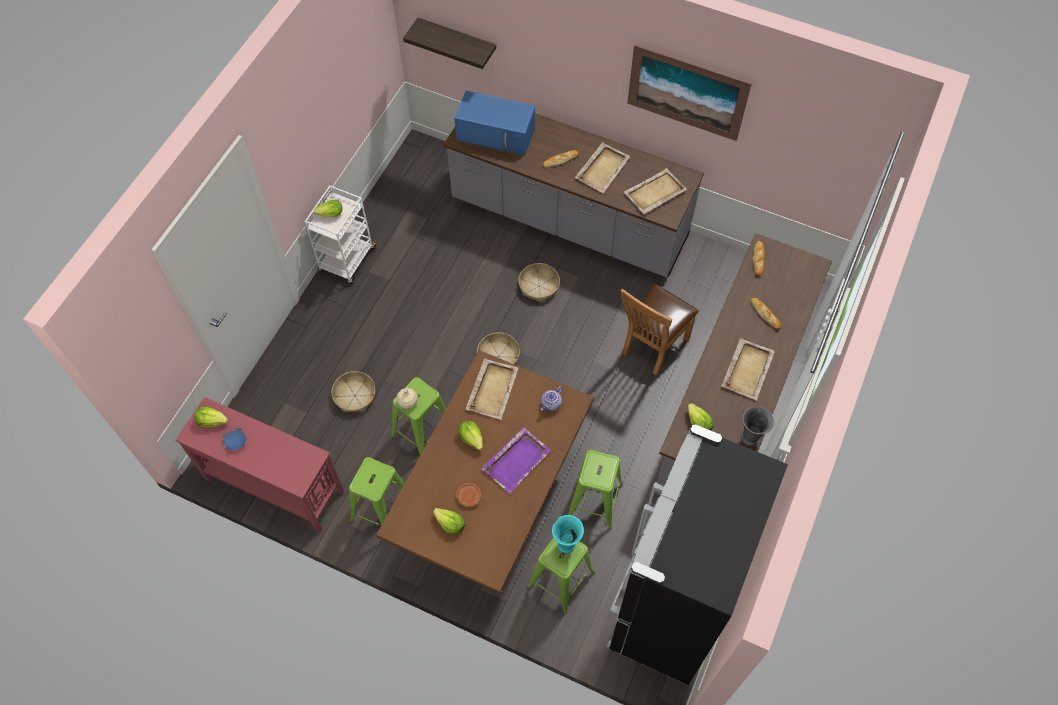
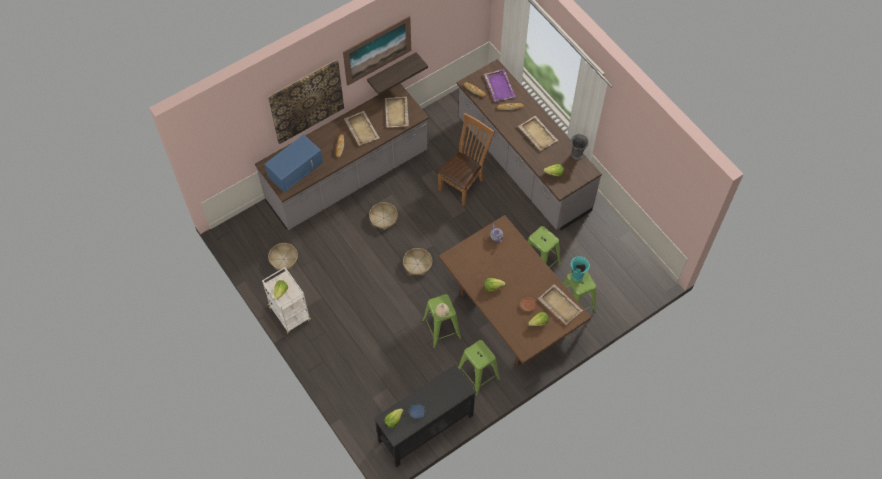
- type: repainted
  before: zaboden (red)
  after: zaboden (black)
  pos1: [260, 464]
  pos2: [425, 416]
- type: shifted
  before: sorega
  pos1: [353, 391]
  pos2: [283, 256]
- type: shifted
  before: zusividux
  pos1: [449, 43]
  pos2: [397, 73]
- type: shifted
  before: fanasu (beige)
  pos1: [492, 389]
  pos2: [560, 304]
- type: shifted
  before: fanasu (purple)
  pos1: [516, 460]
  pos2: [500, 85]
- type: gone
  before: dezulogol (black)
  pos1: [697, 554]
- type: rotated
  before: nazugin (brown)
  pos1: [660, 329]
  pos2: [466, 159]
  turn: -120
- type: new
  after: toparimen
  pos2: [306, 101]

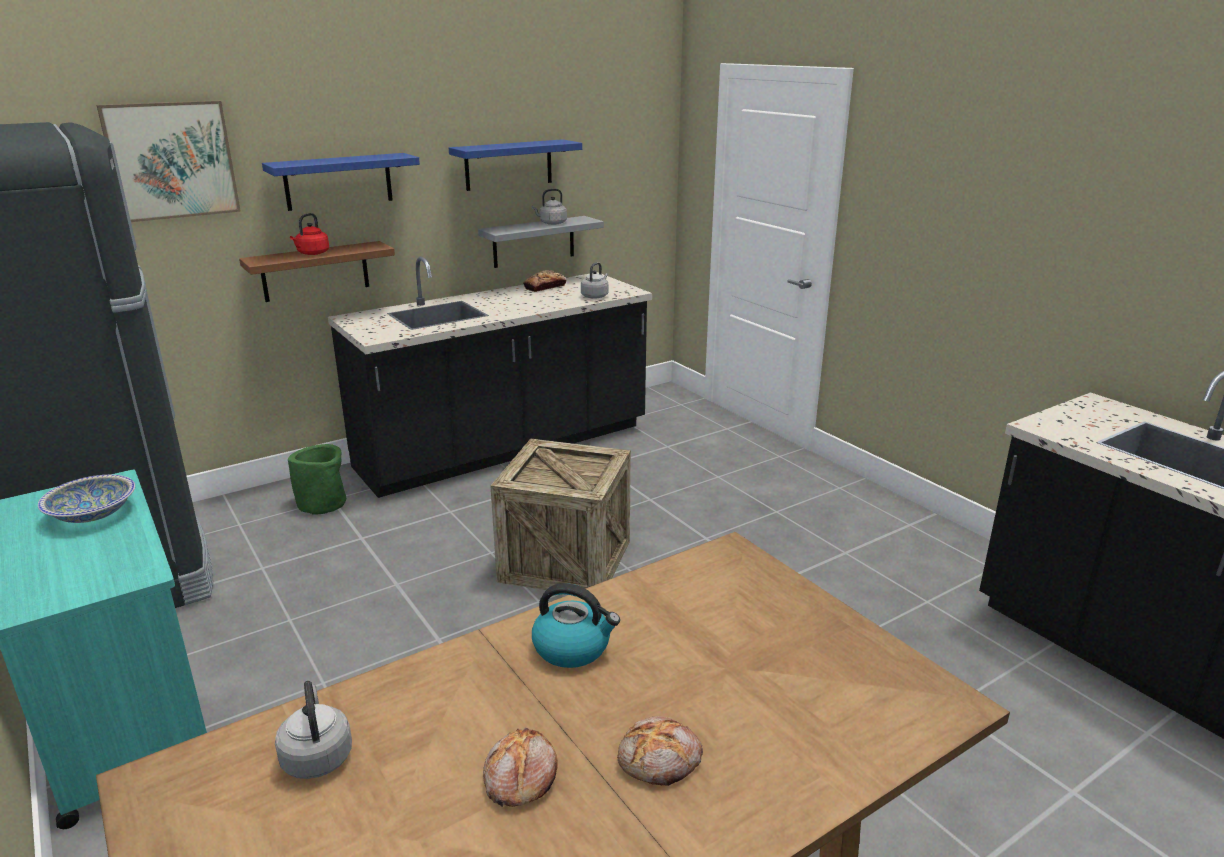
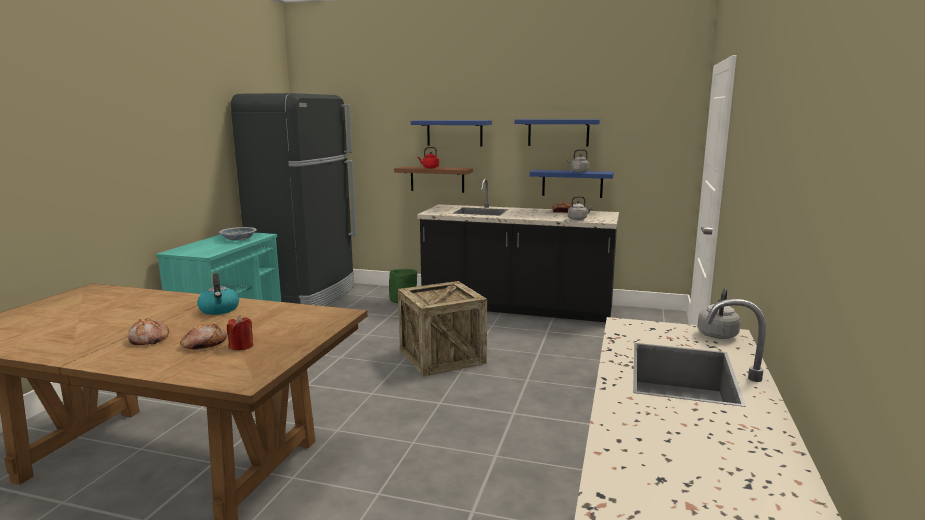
- type: gone
  before: toparimen
  pos1: [169, 161]
- type: shifted
  before: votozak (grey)
  pos1: [313, 730]
  pos2: [719, 313]
- type: repainted
  before: zusividux (grey)
  after: zusividux (blue)
  pos1: [541, 242]
  pos2: [571, 184]
- type: shifted
  before: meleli
  pos1: [520, 767]
  pos2: [203, 337]
- type: new
  after: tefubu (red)
  pos2: [240, 333]

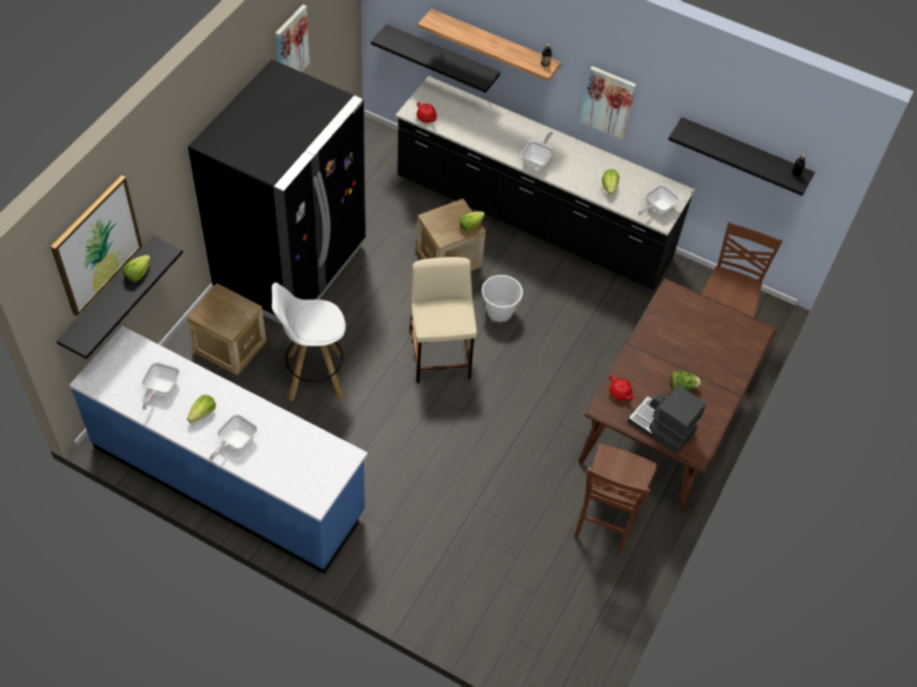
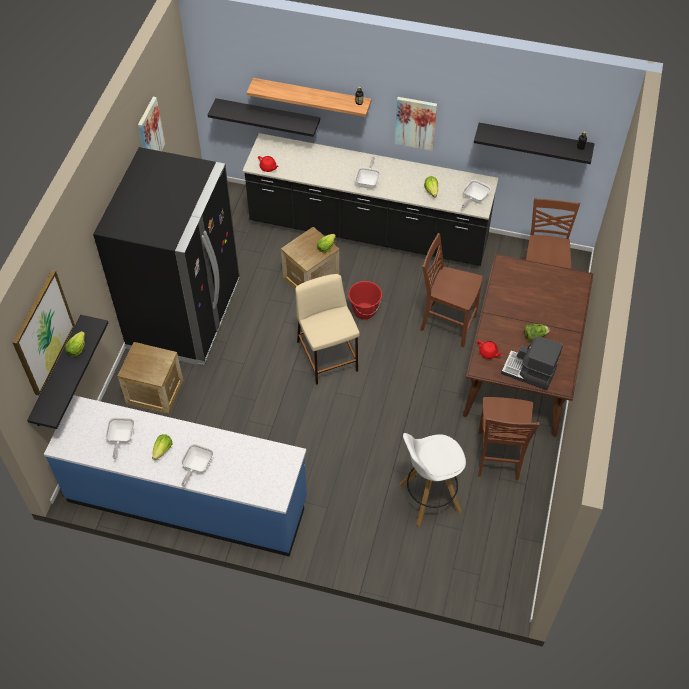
- type: shifted
  before: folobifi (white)
  pos1: [309, 342]
  pos2: [433, 480]
- type: repainted
  before: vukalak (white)
  after: vukalak (red)
  pos1: [502, 298]
  pos2: [365, 300]
- type: new
  after: nazugin (brown)
  pos2: [451, 290]

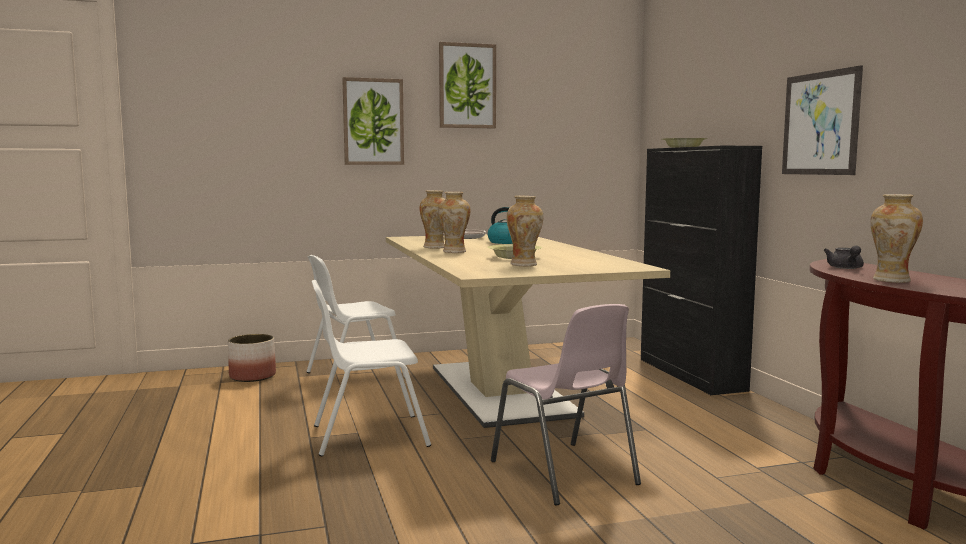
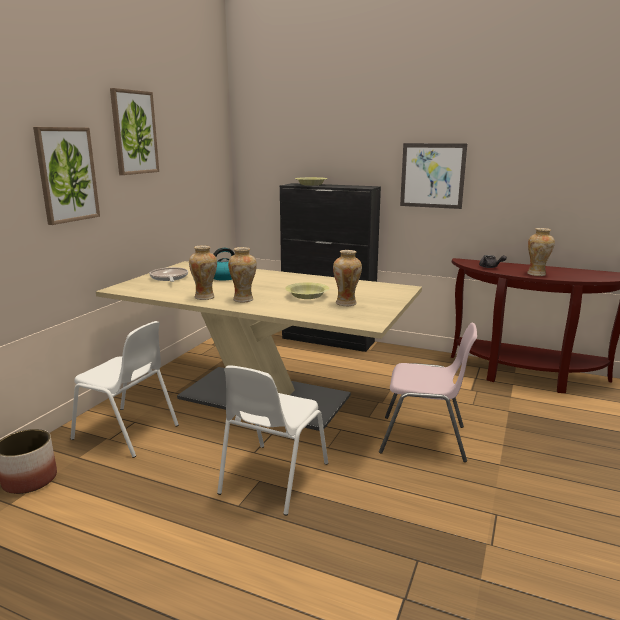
- type: rotated
  before: nazugin (white)
  pos1: [356, 316]
  pos2: [124, 389]
  turn: -75

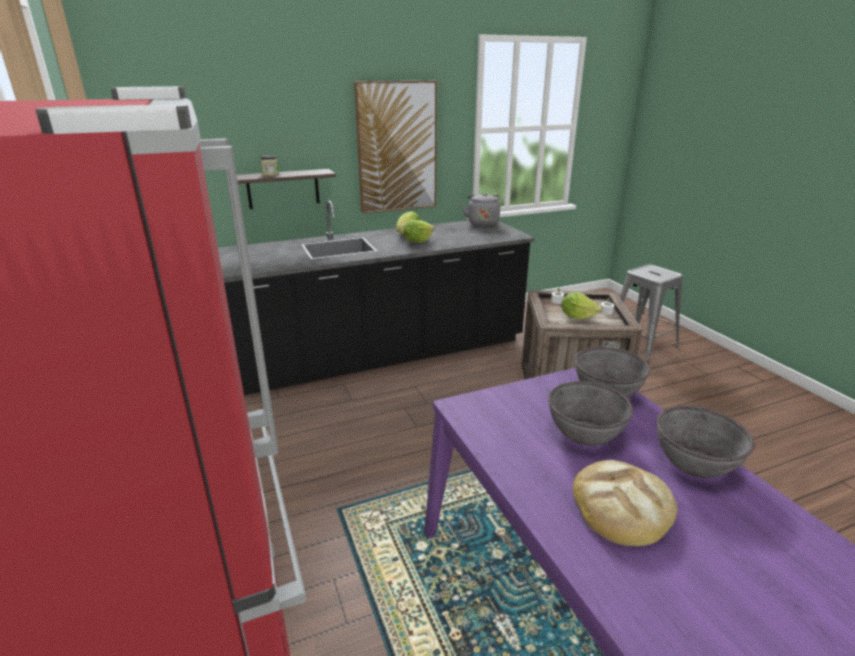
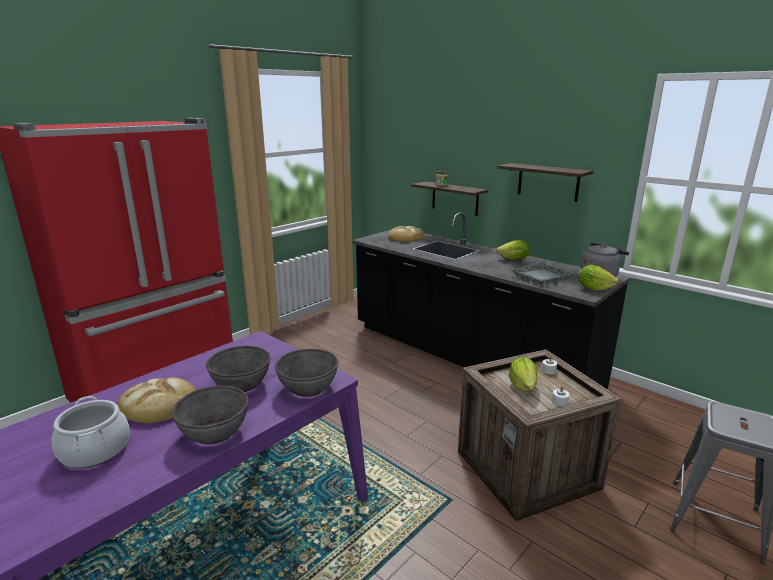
- type: swapped
  before: toparimen
  after: zusividux
  pos1: [395, 147]
  pos2: [545, 182]
- type: shifted
  before: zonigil
  pos1: [419, 231]
  pos2: [598, 278]
- type: new
  after: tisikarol
  pos2: [91, 432]
- type: new
  after: meleli
  pos2: [406, 234]
- type: new
  after: fanasu (grey)
  pos2: [542, 273]

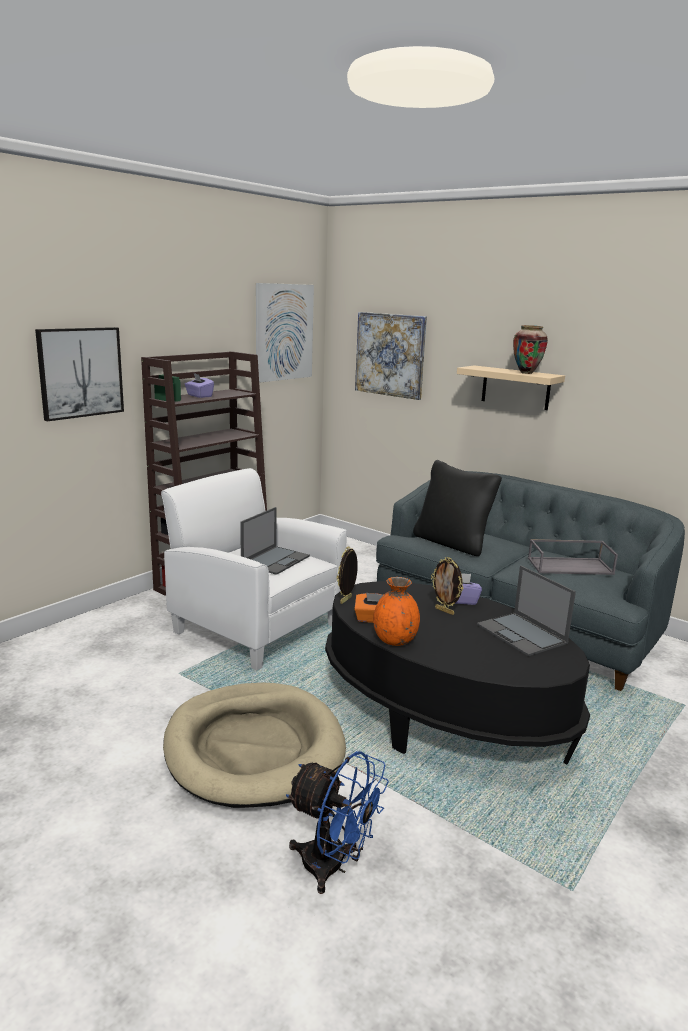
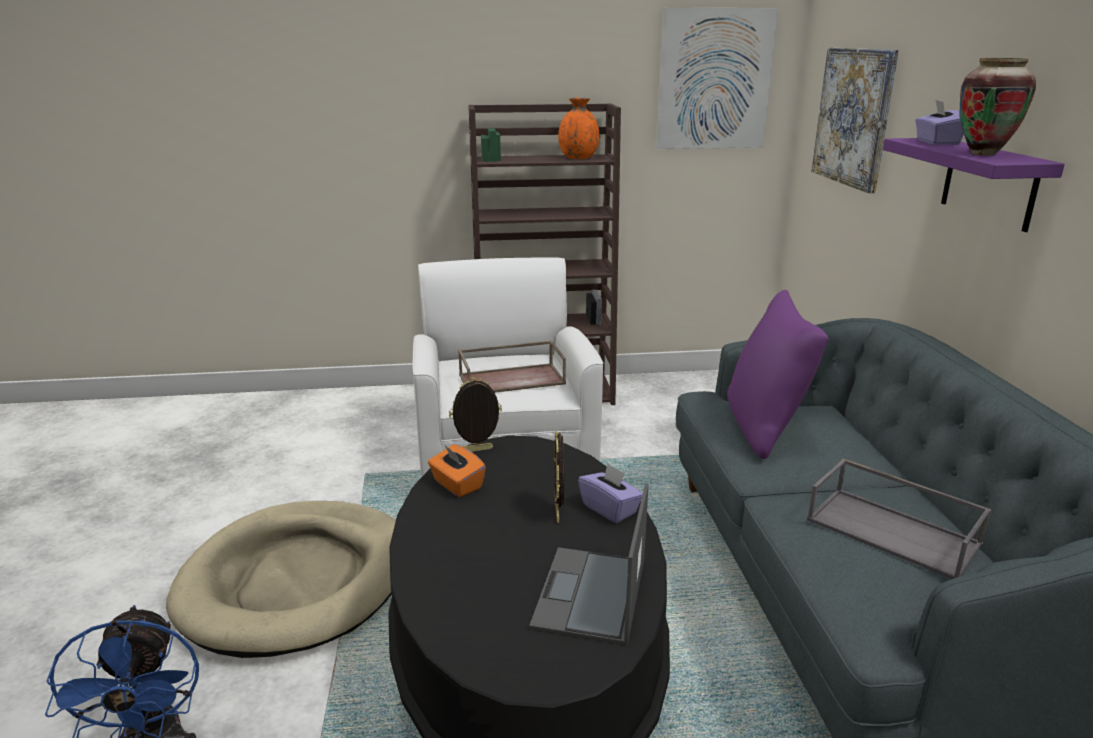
- type: gone
  before: toparimen
  pos1: [79, 374]
- type: shifted
  before: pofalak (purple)
  pos1: [199, 385]
  pos2: [939, 122]
- type: swapped
  before: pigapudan
  after: fanasu (brown)
  pos1: [275, 541]
  pos2: [512, 367]
- type: shifted
  before: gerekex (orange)
  pos1: [396, 611]
  pos2: [579, 128]
- type: repainted
  before: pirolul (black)
  after: pirolul (purple)
  pos1: [457, 508]
  pos2: [777, 374]
- type: repainted
  before: zusividux (beige)
  after: zusividux (purple)
  pos1: [511, 387]
  pos2: [974, 185]

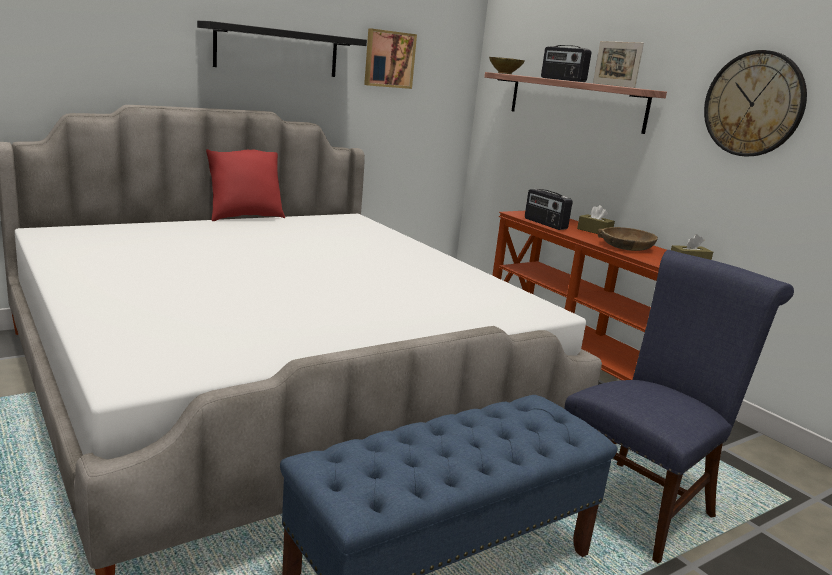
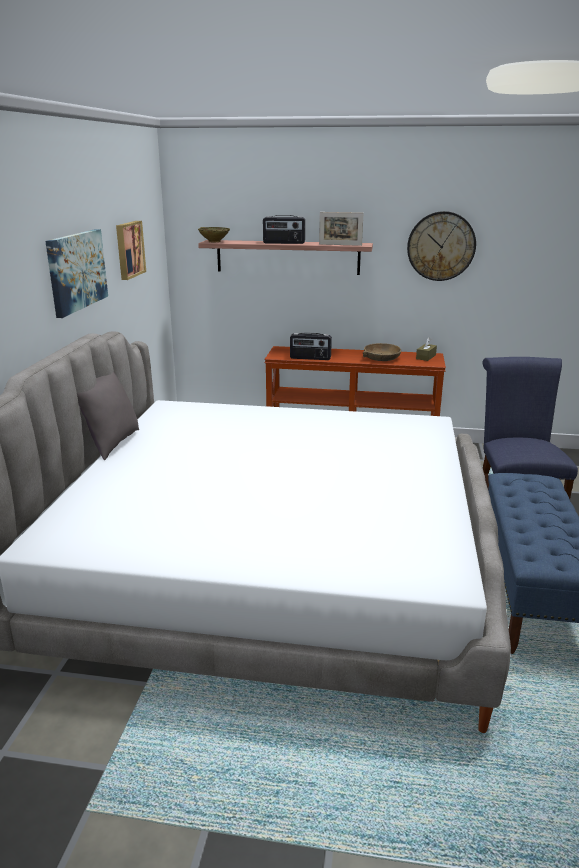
- type: swapped
  before: zusividux (black)
  after: toparimen
  pos1: [282, 49]
  pos2: [76, 273]
- type: repainted
  before: pirolul (red)
  after: pirolul (grey)
  pos1: [245, 185]
  pos2: [108, 416]
- type: gone
  before: pofalak (brown)
  pos1: [596, 219]

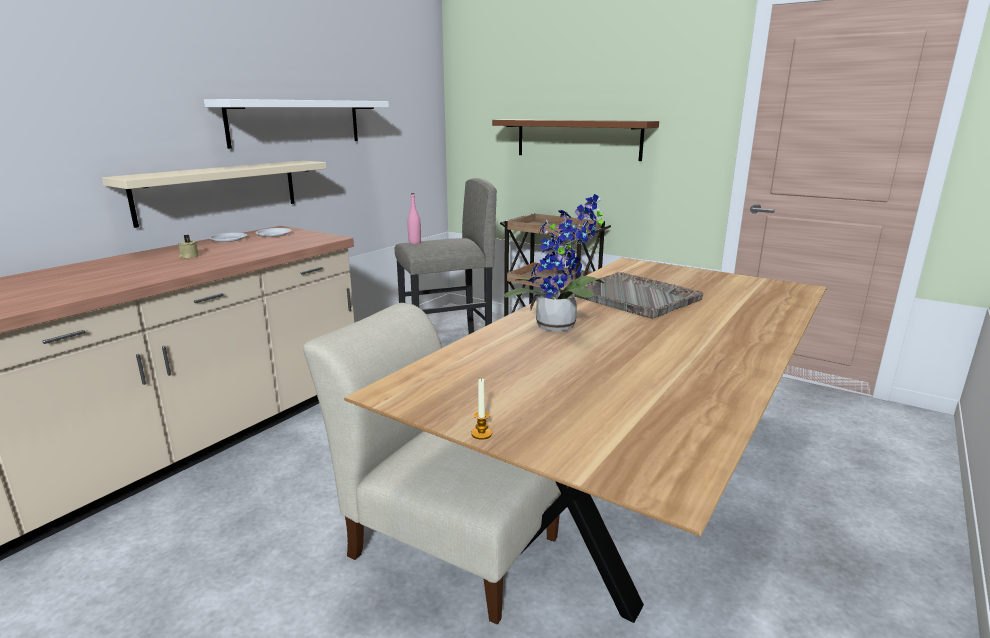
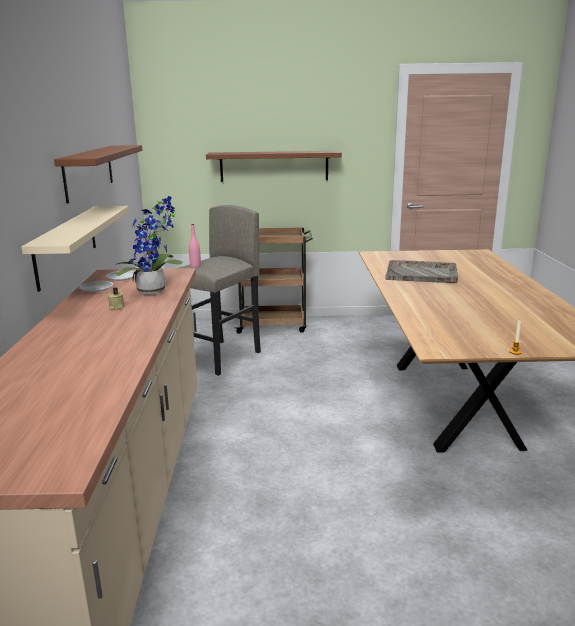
- type: repainted
  before: zusividux (white)
  after: zusividux (brown)
  pos1: [296, 124]
  pos2: [98, 174]
- type: gone
  before: nazugin (beige)
  pos1: [432, 463]
- type: shifted
  before: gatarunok
  pos1: [554, 263]
  pos2: [149, 245]

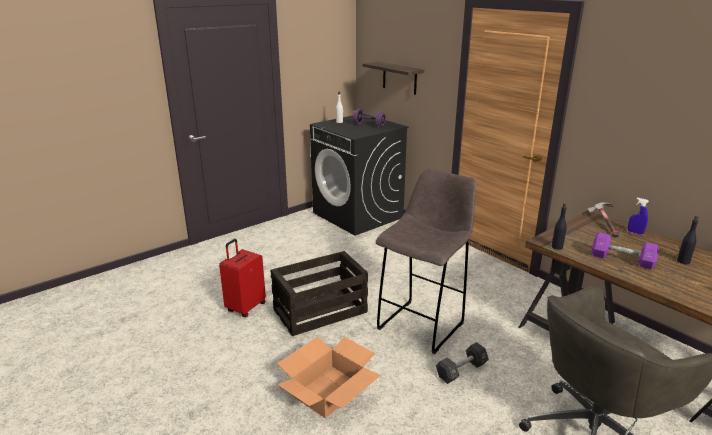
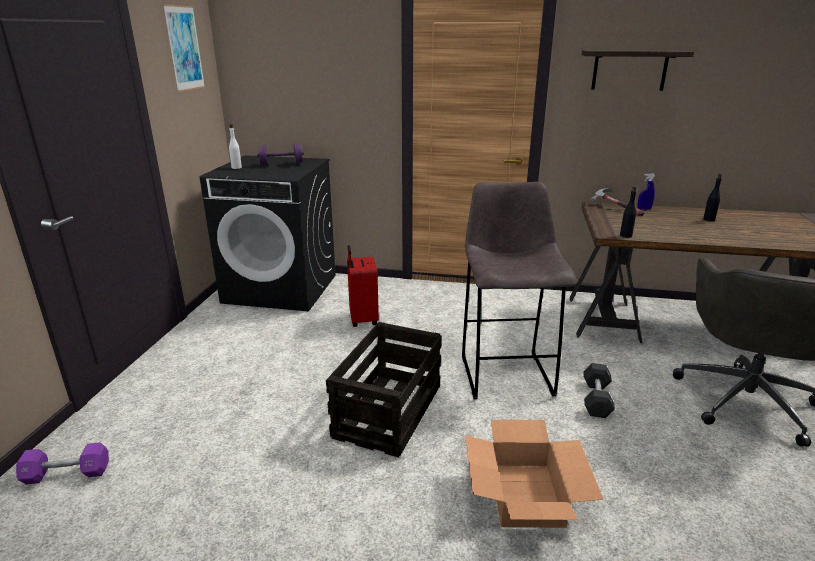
- type: shifted
  before: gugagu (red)
  pos1: [242, 278]
  pos2: [363, 286]
- type: shifted
  before: zusividux
  pos1: [393, 78]
  pos2: [637, 70]
- type: shifted
  before: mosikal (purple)
  pos1: [625, 250]
  pos2: [62, 463]
- type: new
  after: toparimen
  pos2: [184, 48]

